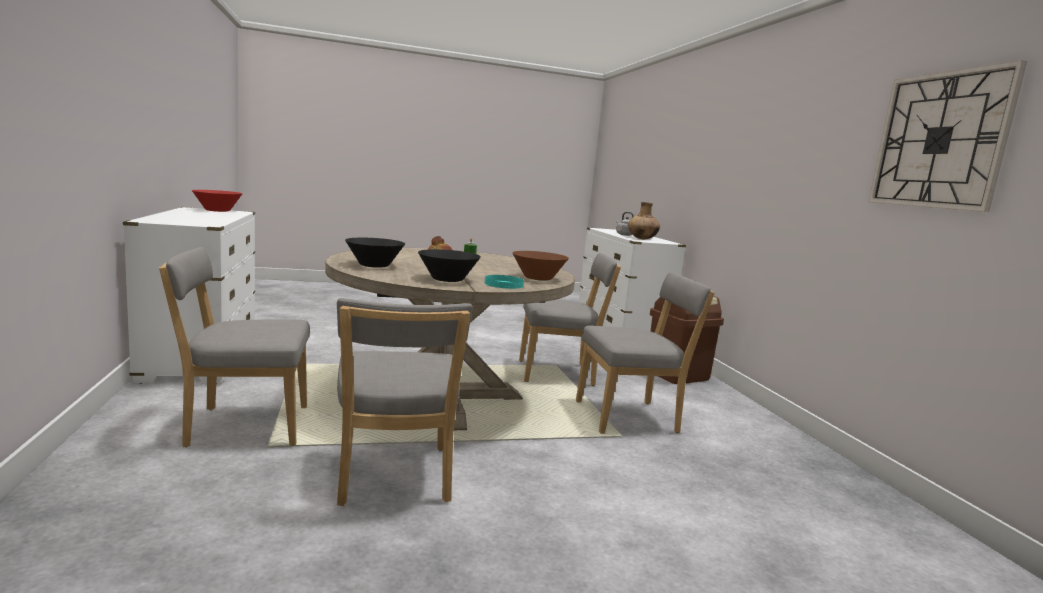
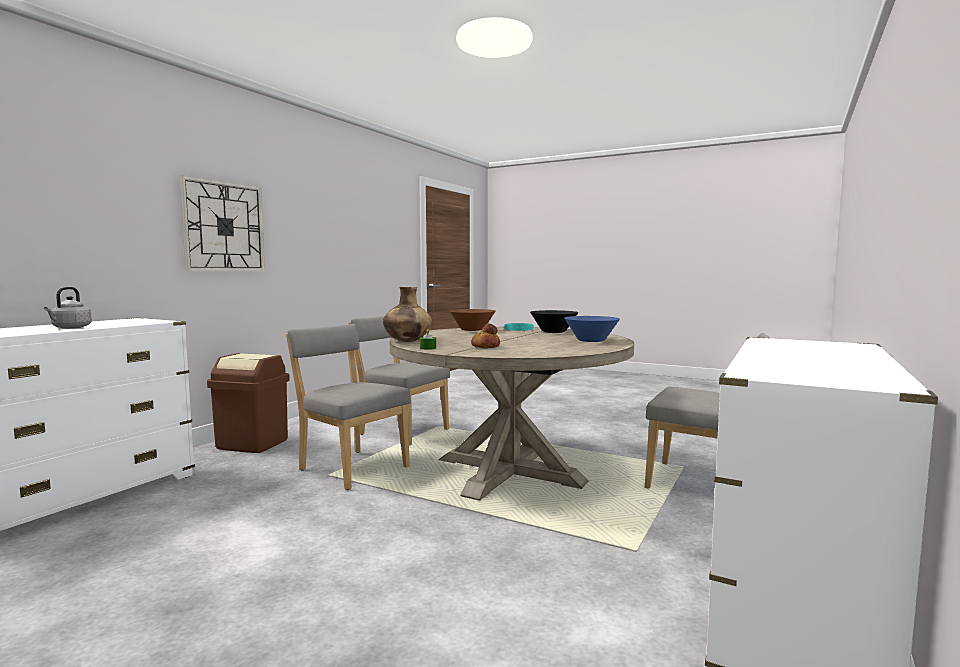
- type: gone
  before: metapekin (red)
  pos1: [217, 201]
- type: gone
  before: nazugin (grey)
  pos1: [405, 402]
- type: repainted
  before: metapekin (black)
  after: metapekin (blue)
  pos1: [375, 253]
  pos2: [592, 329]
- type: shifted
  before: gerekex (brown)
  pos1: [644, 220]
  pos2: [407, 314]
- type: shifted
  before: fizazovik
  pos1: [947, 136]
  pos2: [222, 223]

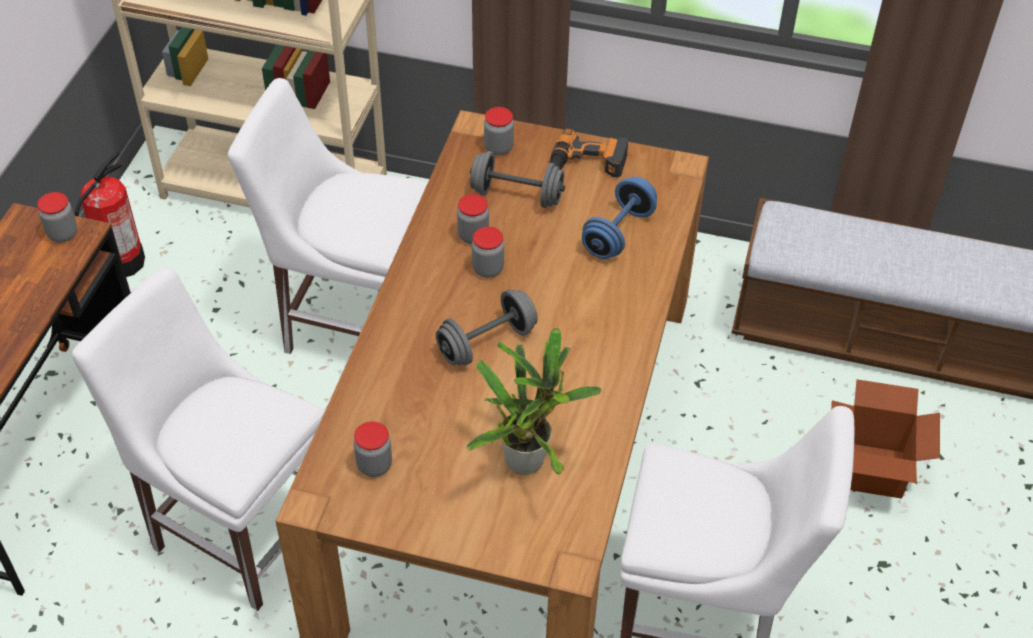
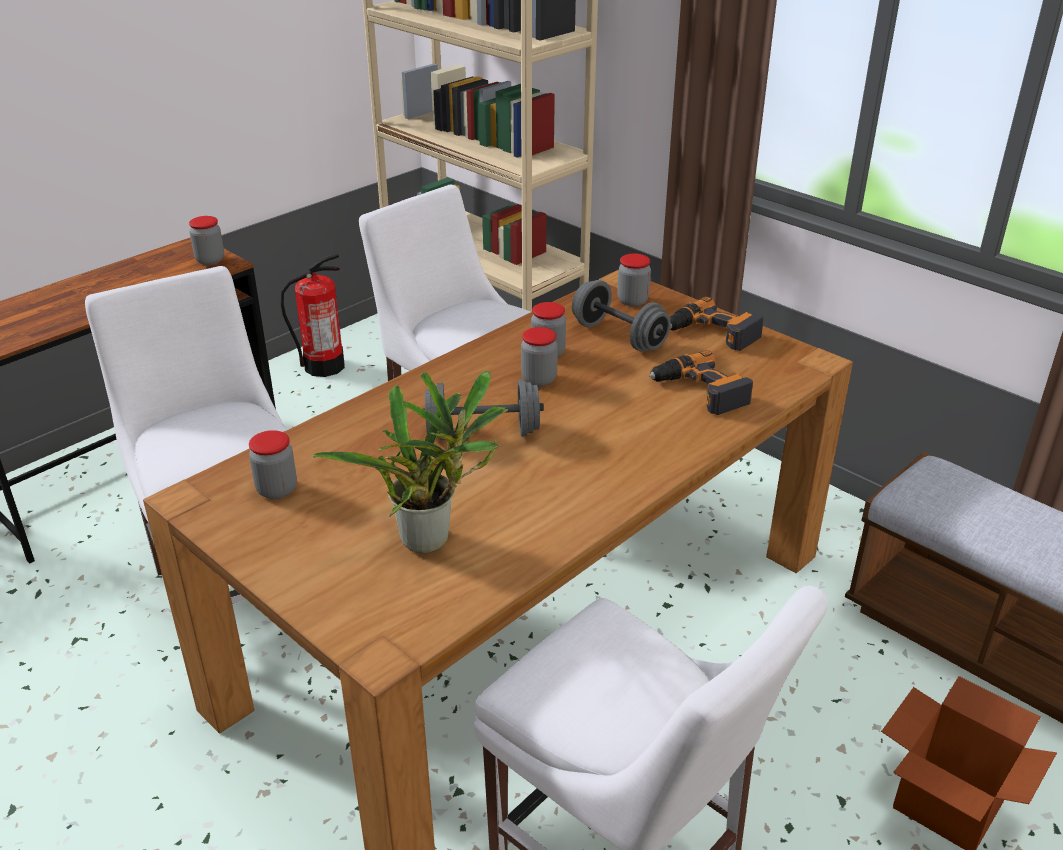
- type: swapped
  before: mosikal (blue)
  after: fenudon
  pos1: [619, 218]
  pos2: [701, 382]

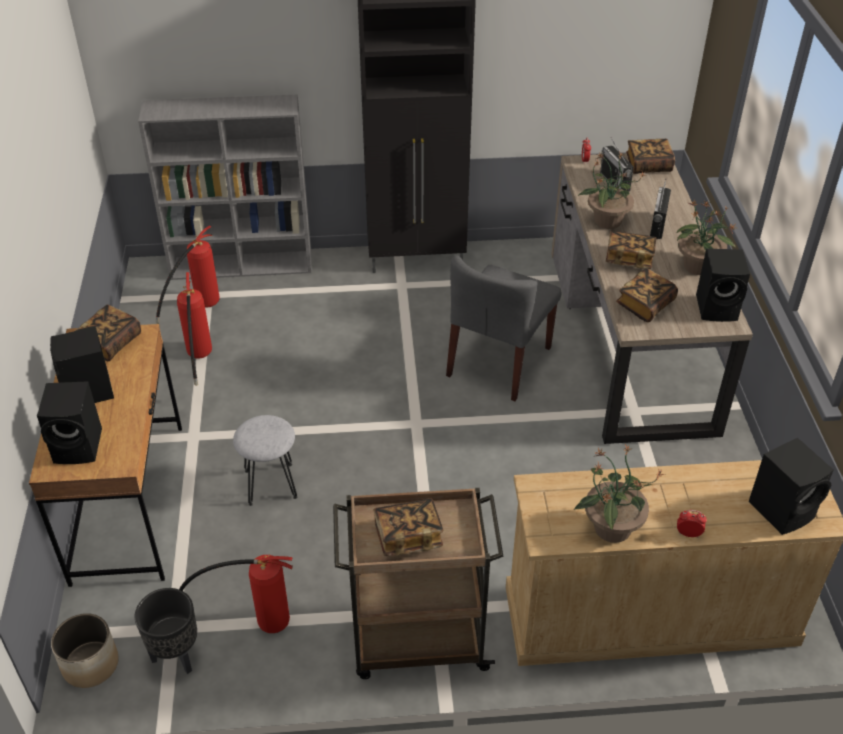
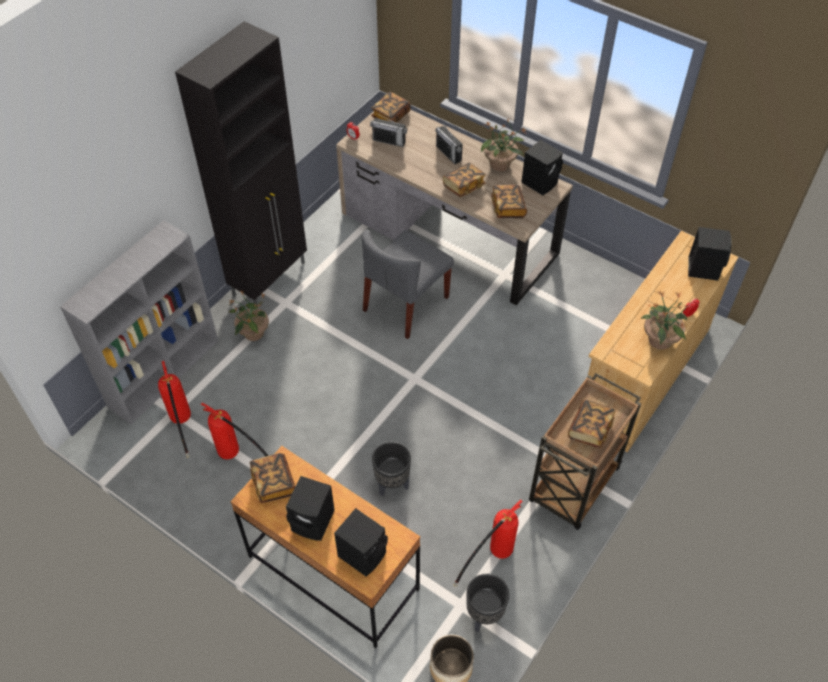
- type: swapped
  before: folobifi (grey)
  after: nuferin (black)
  pos1: [265, 460]
  pos2: [391, 469]
- type: rotated
  before: nazugin (grey)
  pos1: [503, 328]
  pos2: [408, 284]
  turn: 60
- type: shifted
  before: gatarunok
  pos1: [611, 190]
  pos2: [249, 315]

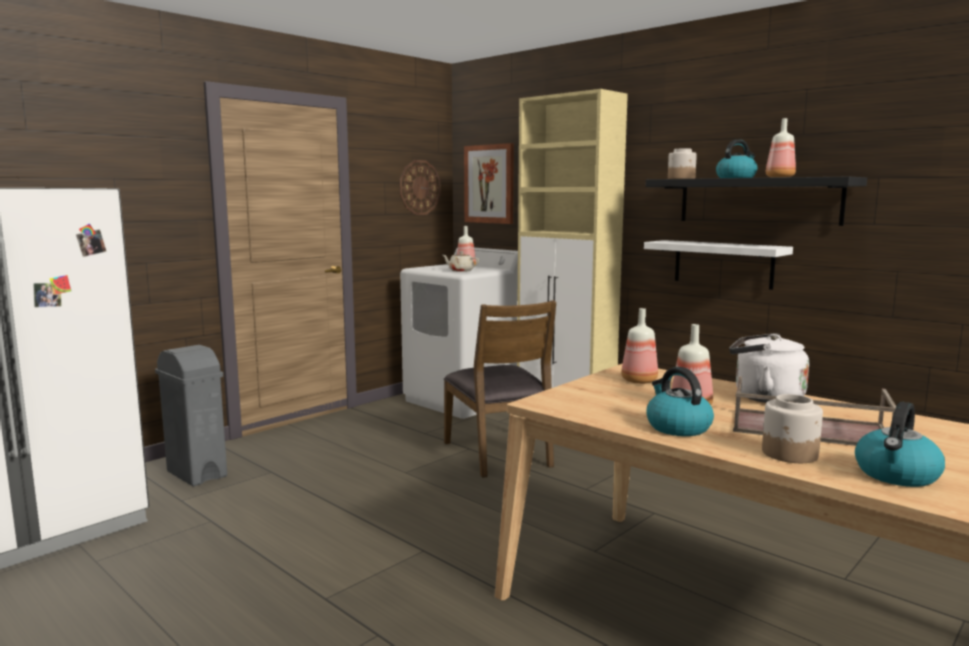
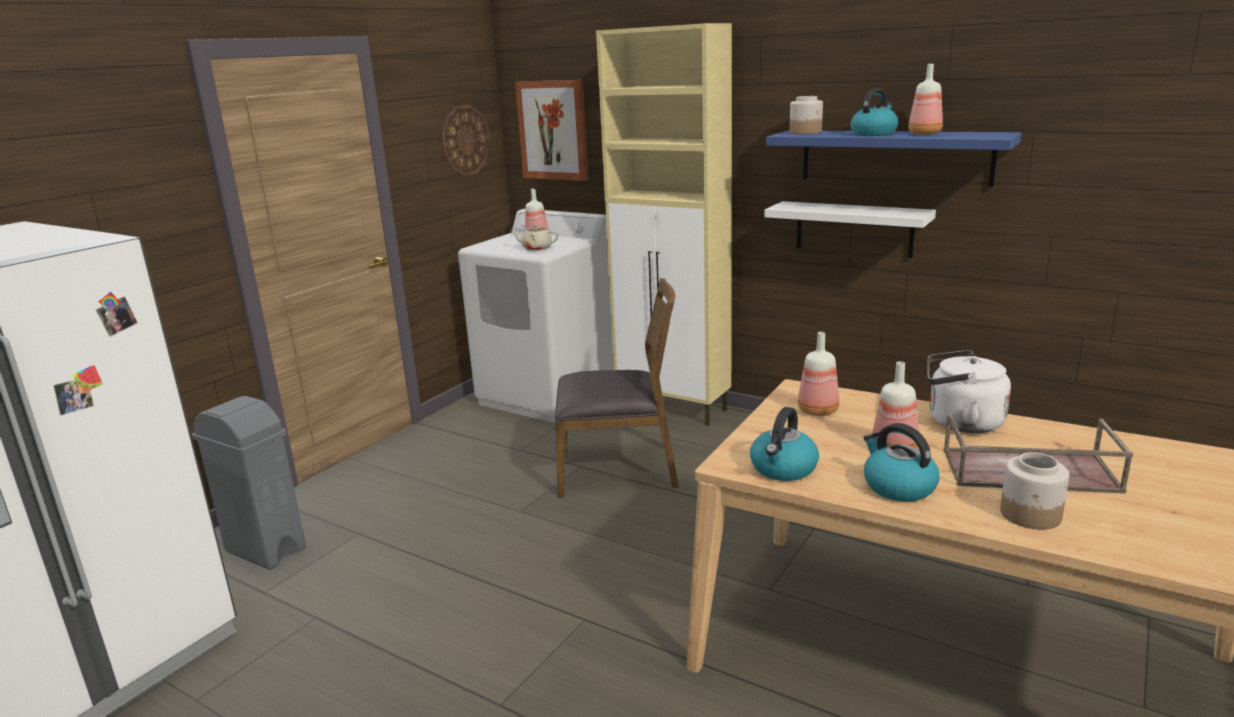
- type: rotated
  before: nazugin (brown)
  pos1: [500, 389]
  pos2: [617, 387]
  turn: -60
- type: repainted
  before: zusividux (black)
  after: zusividux (blue)
  pos1: [756, 201]
  pos2: [894, 158]
- type: shifted
  before: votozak
  pos1: [900, 444]
  pos2: [784, 444]

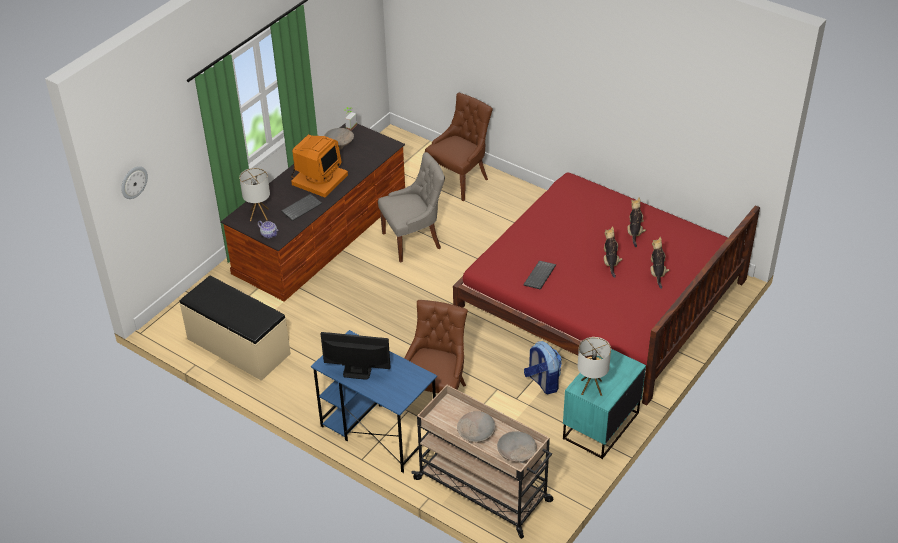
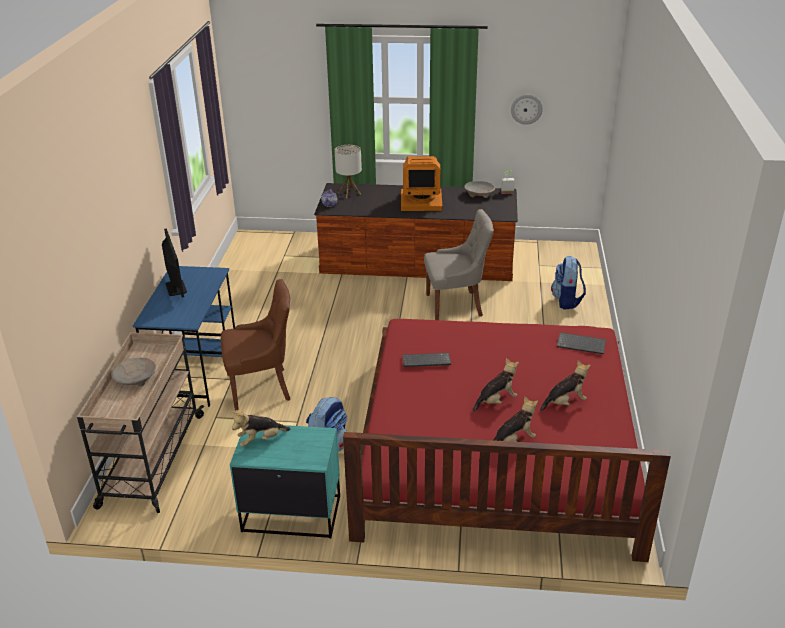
- type: shifted
  before: fizazovik
  pos1: [134, 182]
  pos2: [527, 109]
- type: gone
  before: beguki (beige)
  pos1: [235, 328]
- type: shifted
  before: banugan
  pos1: [301, 207]
  pos2: [581, 343]
- type: rotated
  before: nazugin (grey)
  pos1: [411, 207]
  pos2: [459, 264]
  turn: -45
- type: swapped
  before: nazugin (brown)
  after: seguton
  pos1: [459, 147]
  pos2: [568, 282]
- type: gone
  before: metapekin (beige)
  pos1: [517, 447]
- type: swapped
  before: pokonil
  after: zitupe
  pos1: [594, 366]
  pos2: [261, 429]

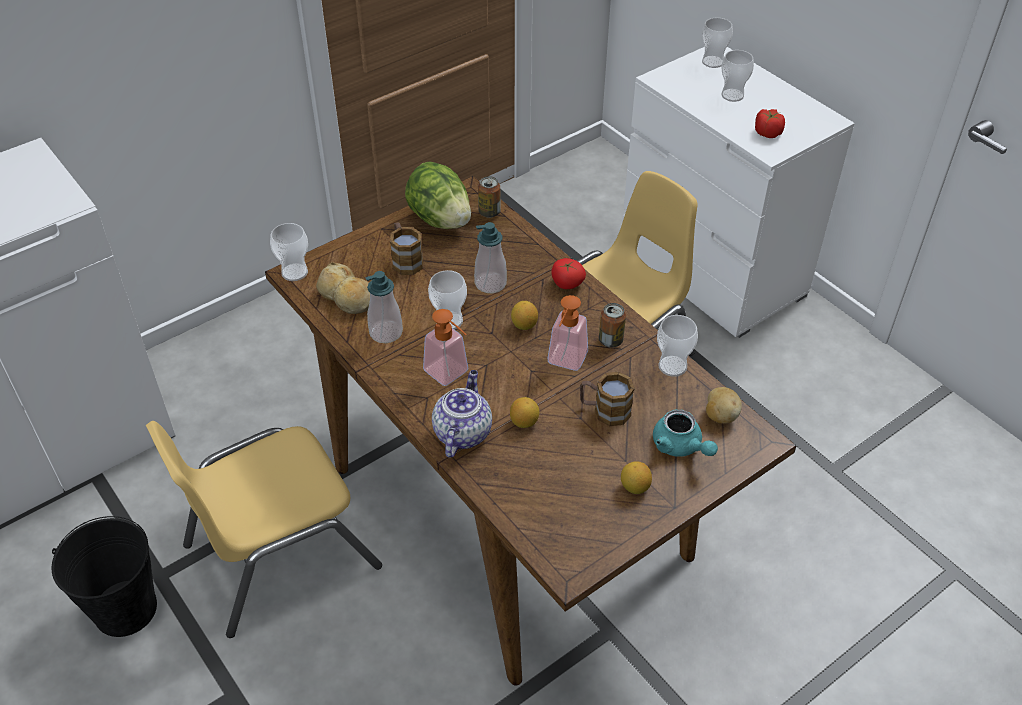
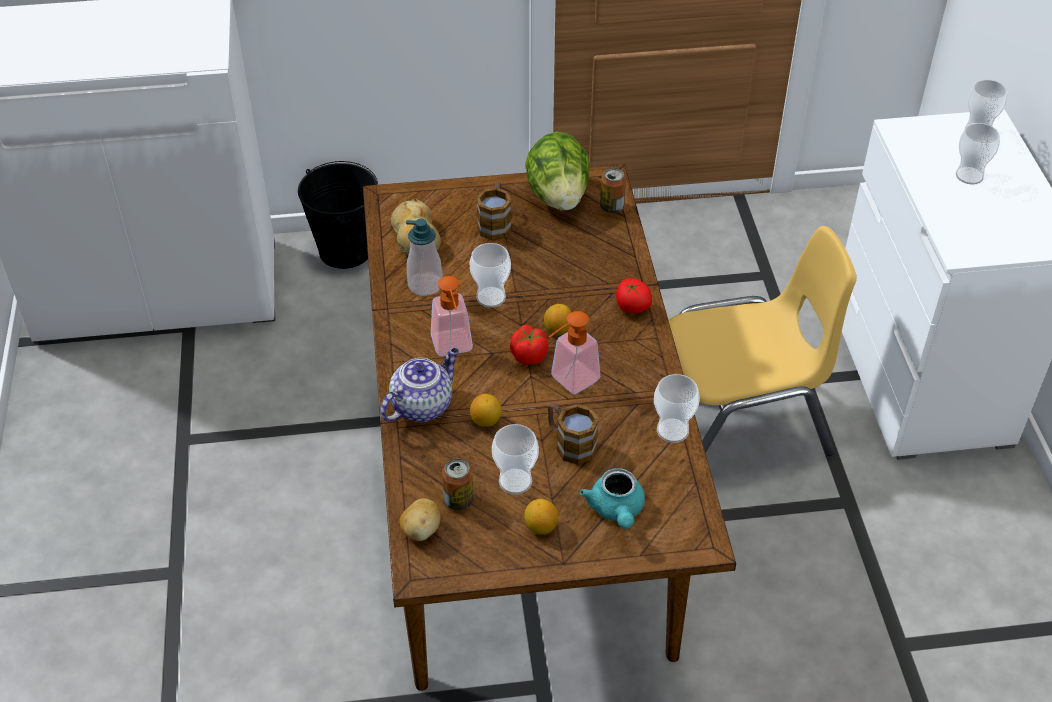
- type: shifted
  before: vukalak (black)
  pos1: [104, 576]
  pos2: [338, 215]
- type: gone
  before: nazugin (yellow)
  pos1: [264, 529]
- type: shifted
  before: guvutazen
  pos1: [289, 252]
  pos2: [515, 459]
- type: gone
  before: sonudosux
  pos1: [490, 257]
- type: shifted
  before: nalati
  pos1: [612, 325]
  pos2: [457, 484]
- type: shifted
  before: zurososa
  pos1: [724, 405]
  pos2: [420, 519]
- type: shifted
  before: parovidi
  pos1: [770, 123]
  pos2: [529, 344]

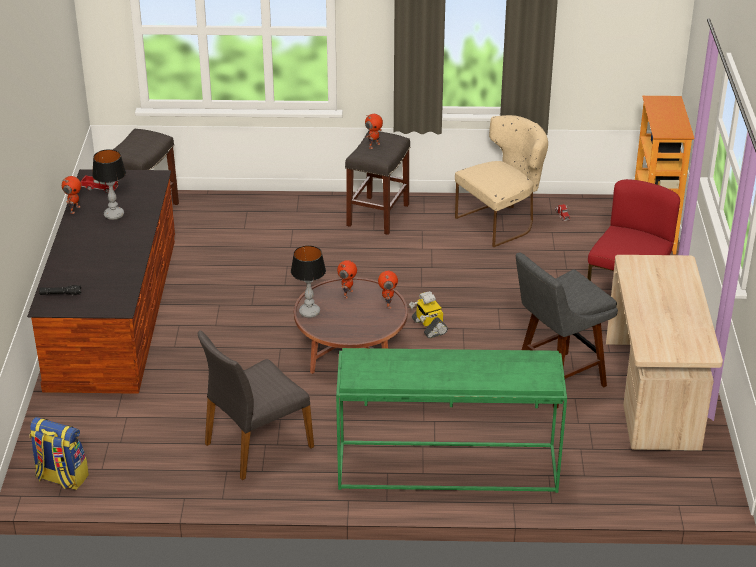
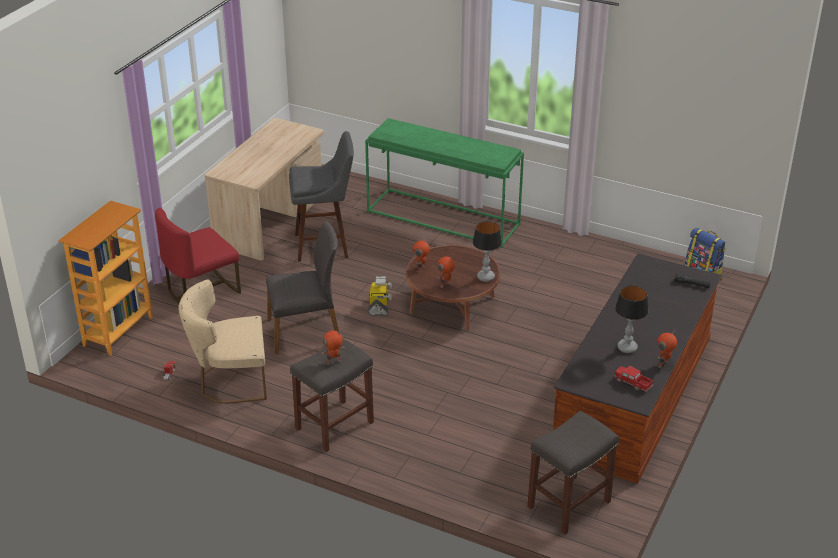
- type: shifted
  before: nazugin (grey)
  pos1: [256, 405]
  pos2: [302, 288]

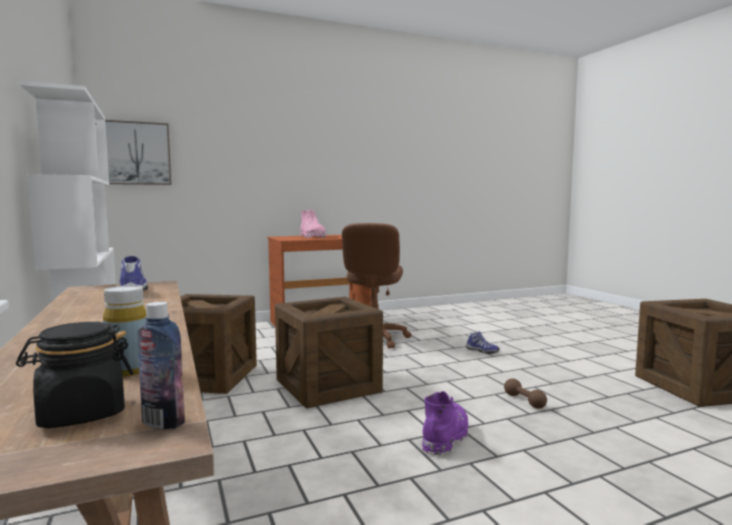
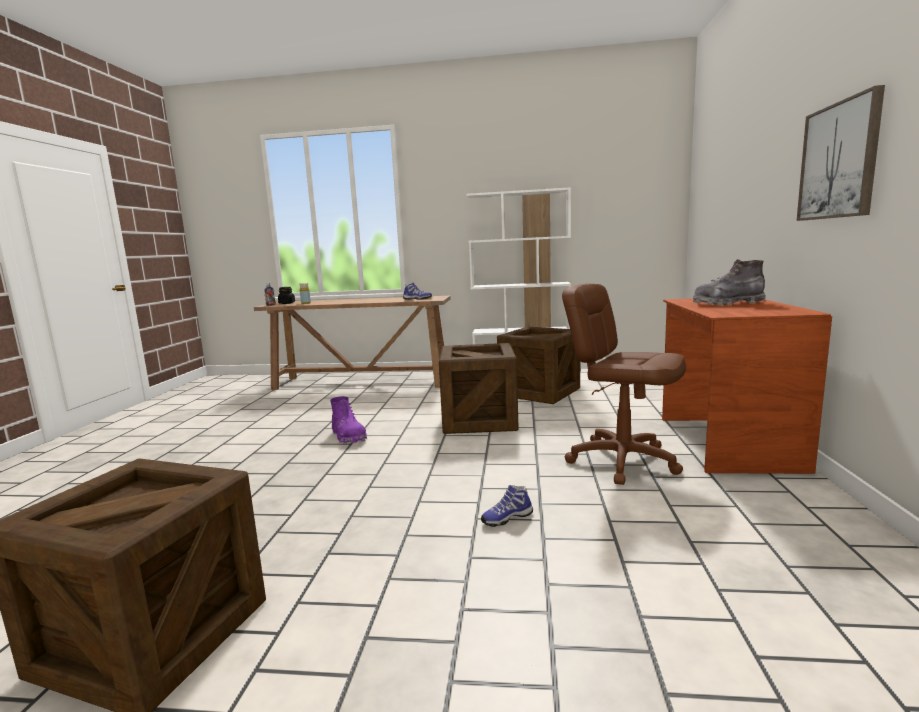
- type: shifted
  before: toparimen
  pos1: [138, 152]
  pos2: [841, 153]
- type: repainted
  before: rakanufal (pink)
  after: rakanufal (grey)
  pos1: [313, 223]
  pos2: [729, 282]
- type: gone
  before: mosikal (brown)
  pos1: [525, 394]

